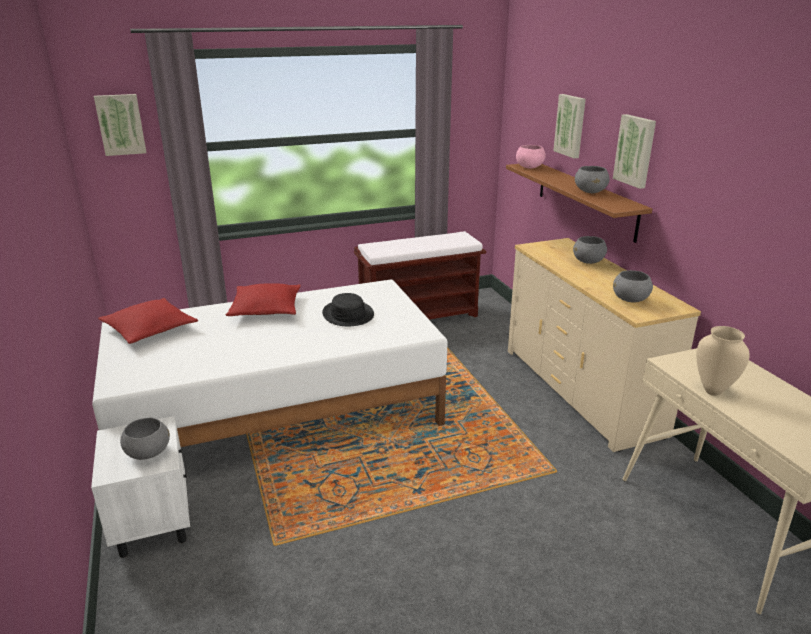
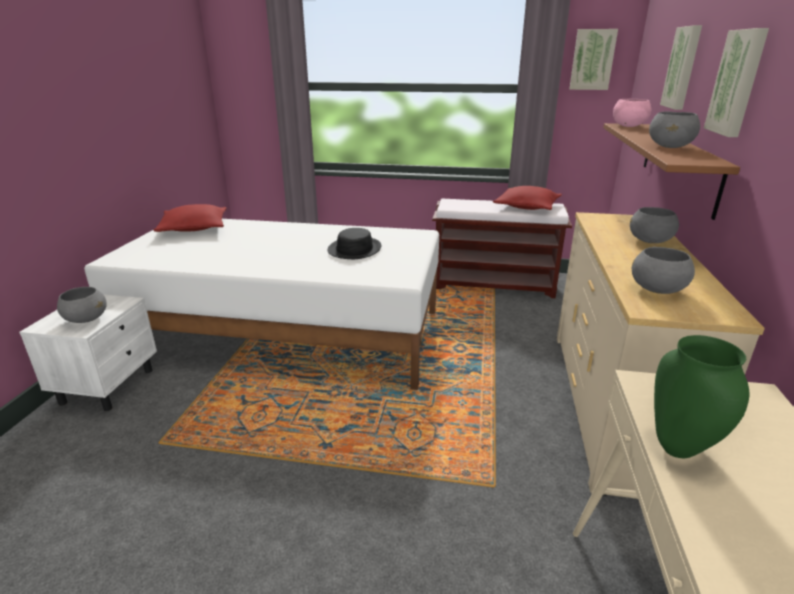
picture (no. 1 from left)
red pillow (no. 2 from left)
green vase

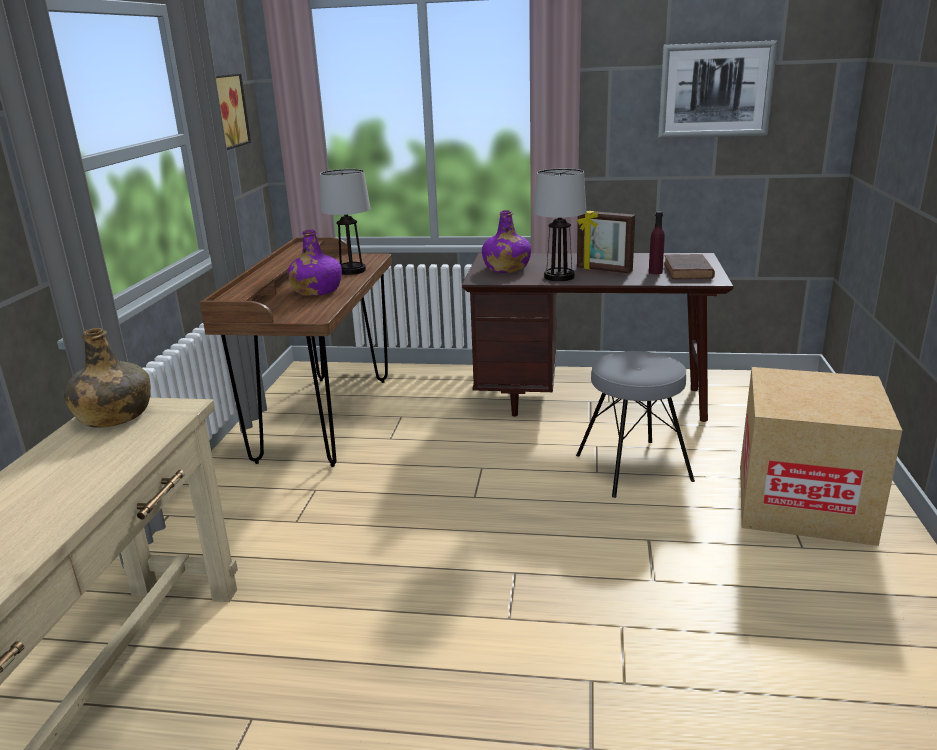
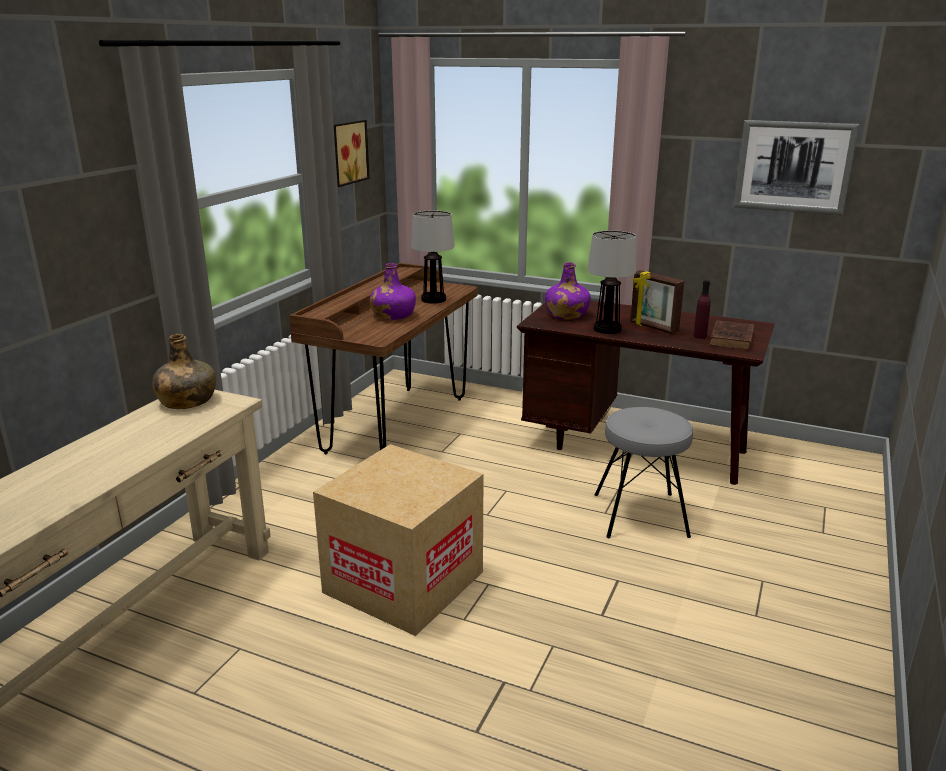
cardboard box

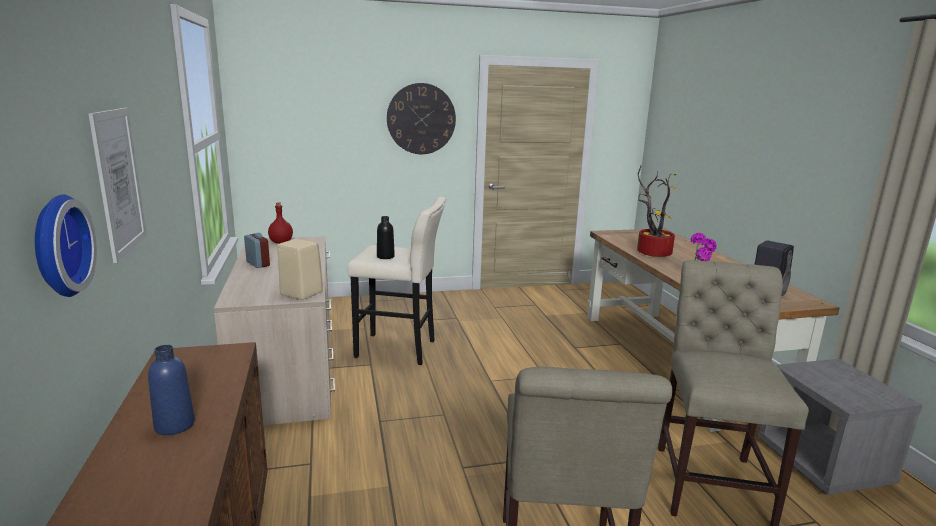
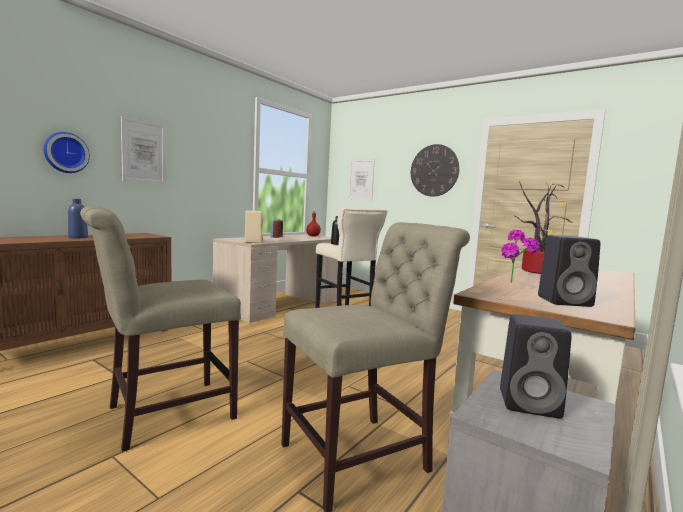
picture (no. 2 from left)
black speaker (no. 1 from left)

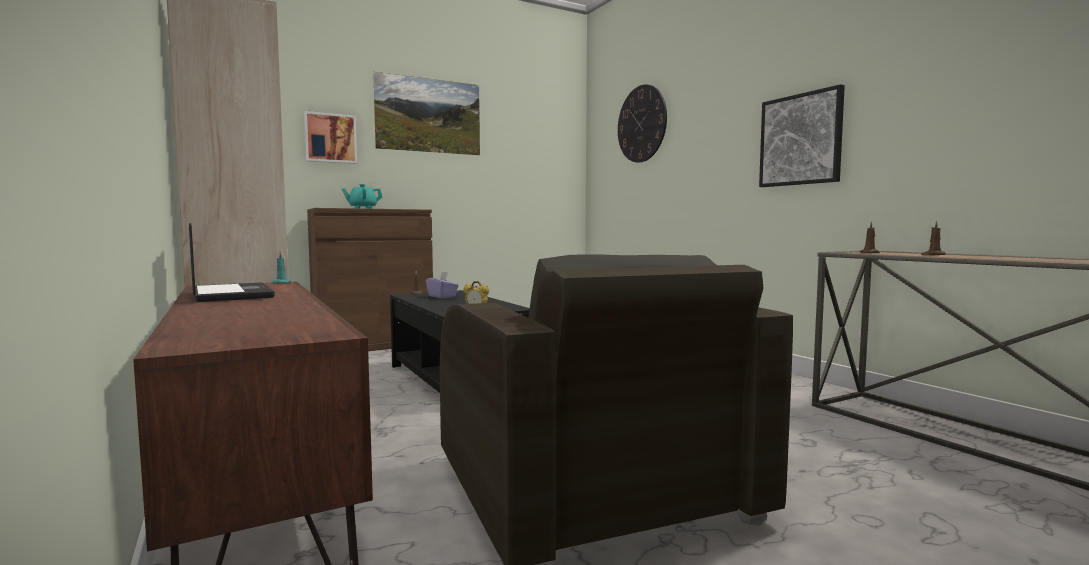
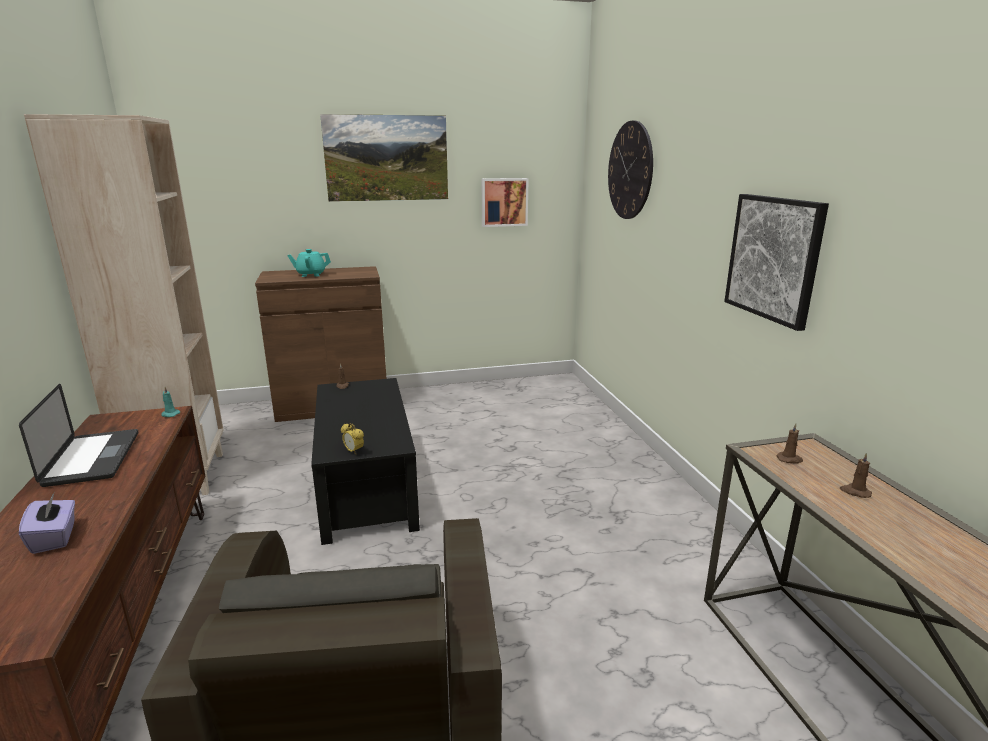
picture (no. 2 from left)
purple tissue box

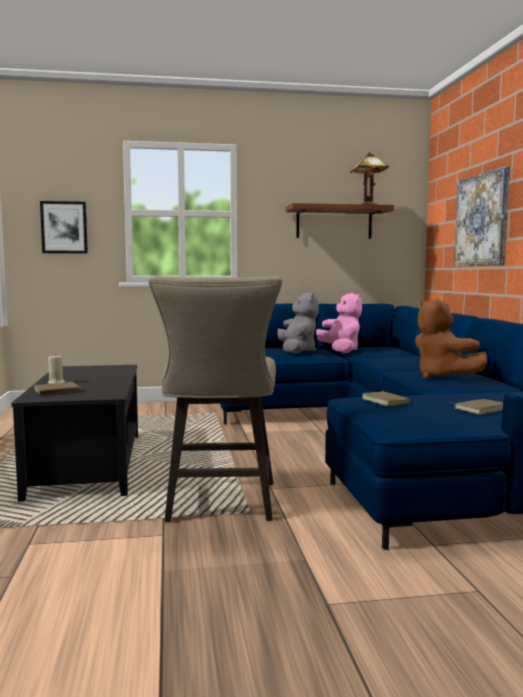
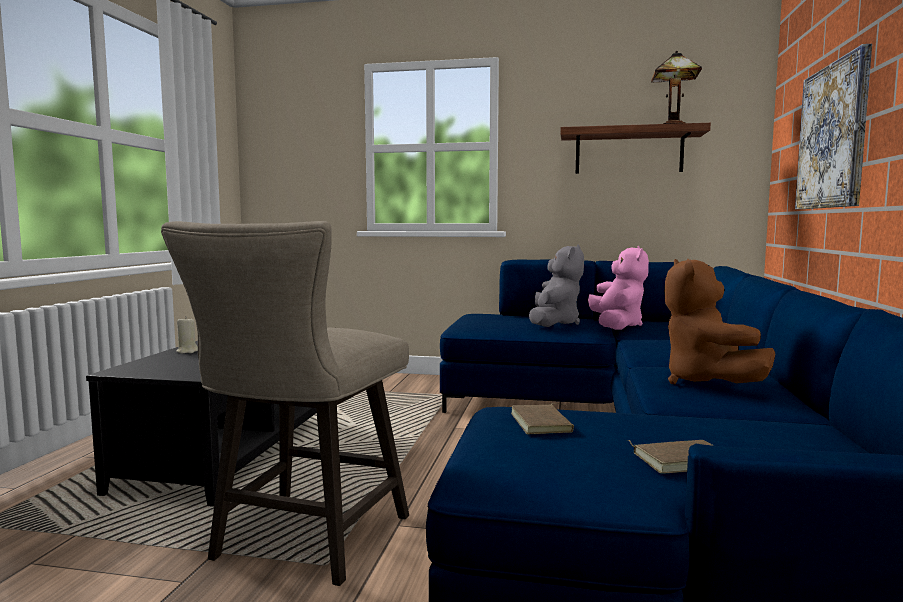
picture (no. 1 from left in the first image)
brown book (no. 1 from left in the first image)

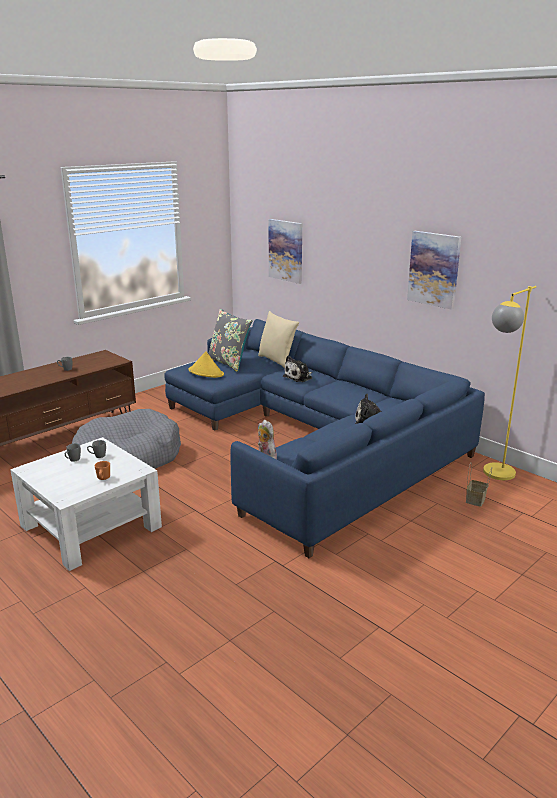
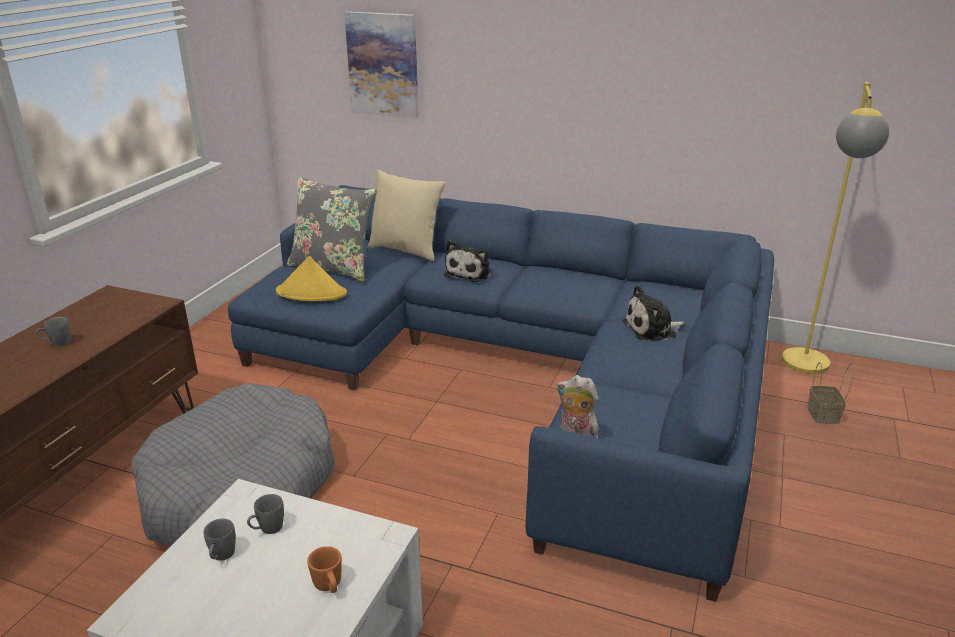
picture (no. 2 from left in the first image)

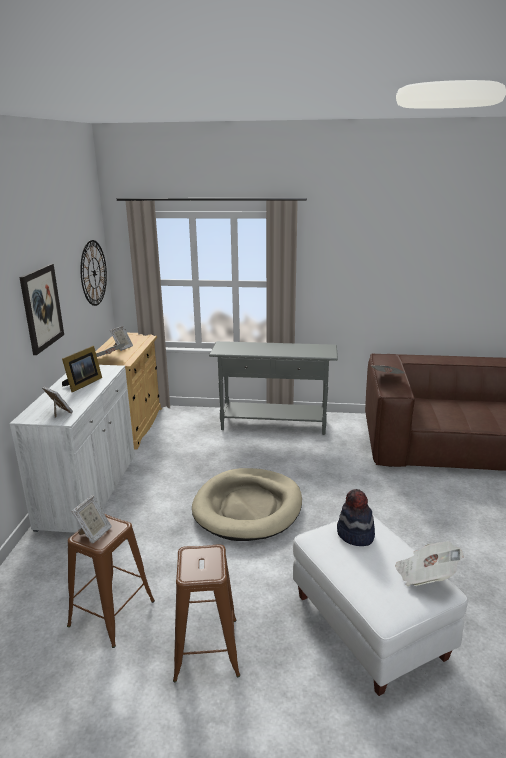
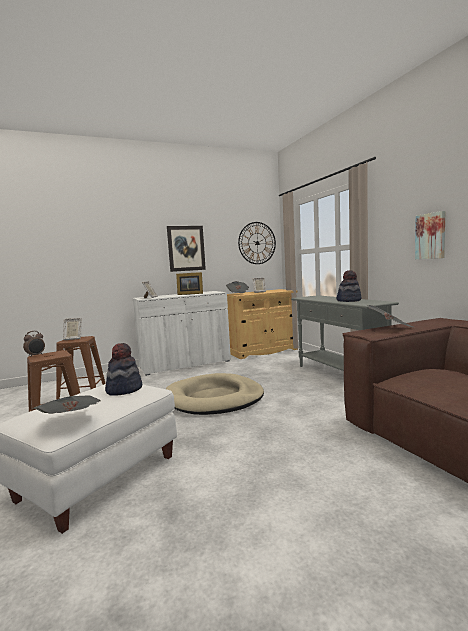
picture (no. 2 from left)
hat (no. 2 from left)
alarm clock

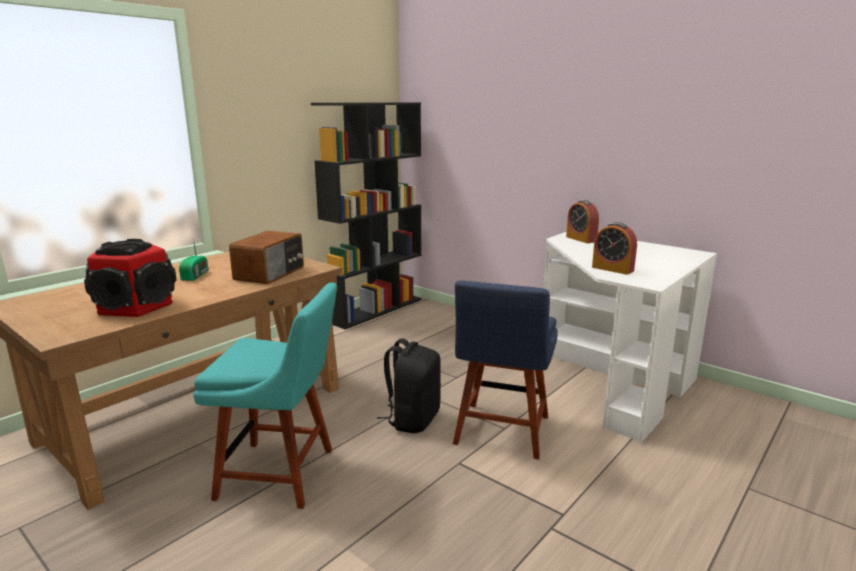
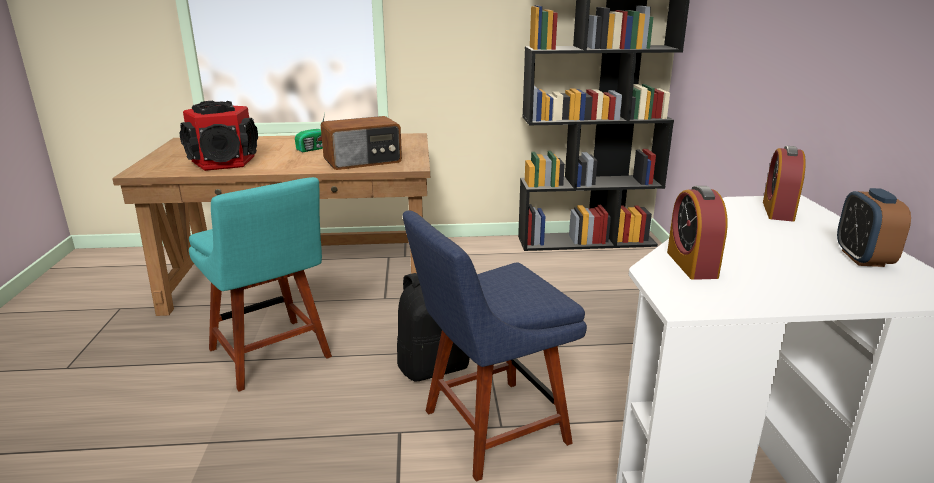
alarm clock (no. 3 from left)

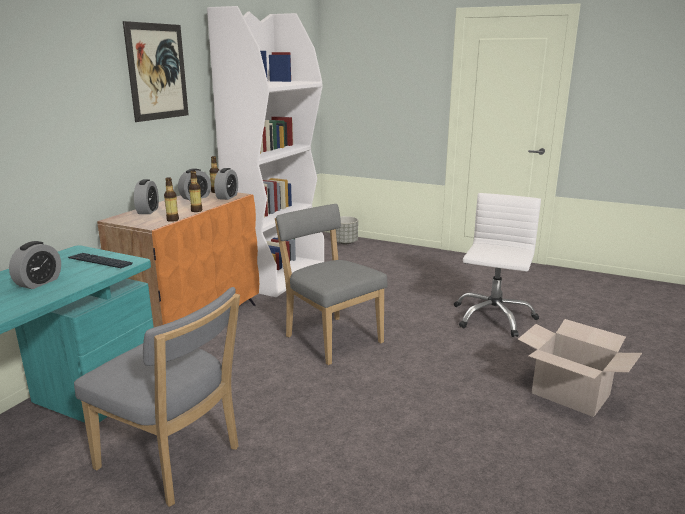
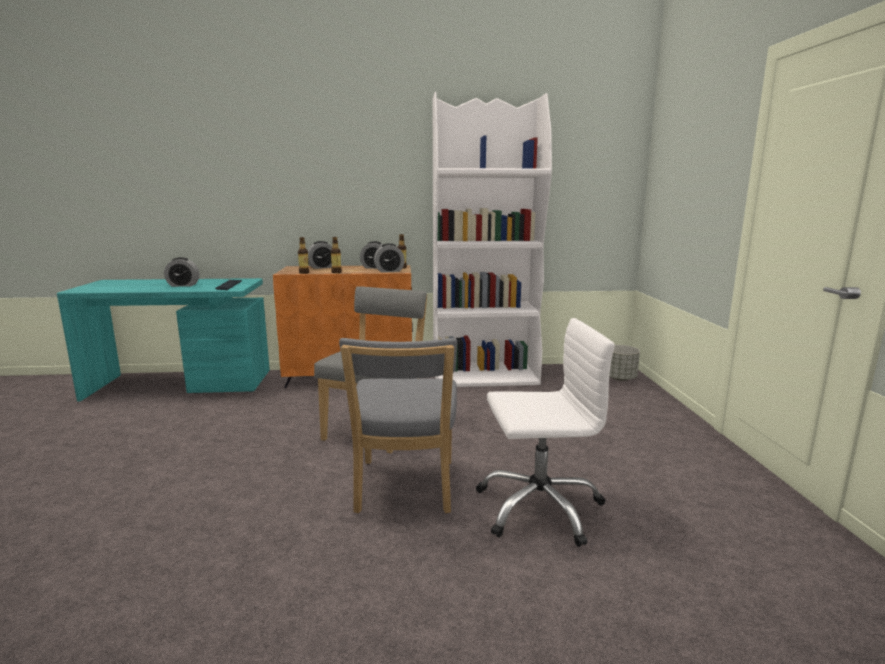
picture
grey chair (no. 2 from left)
cardboard box

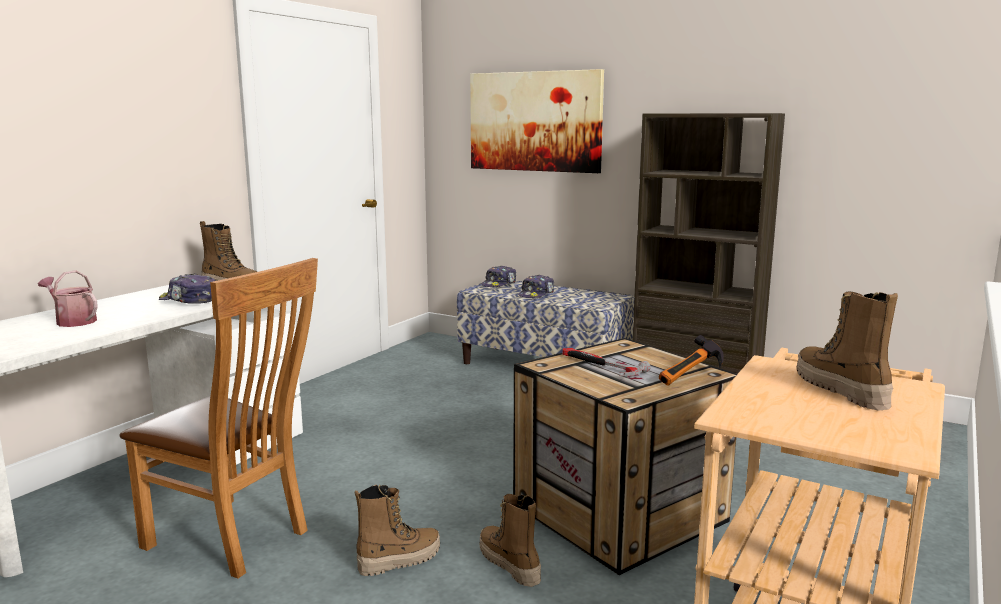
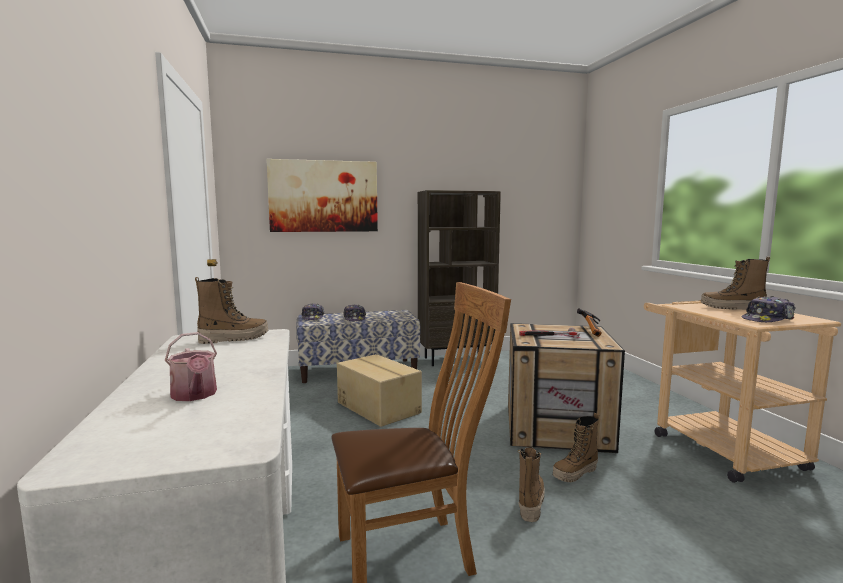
watering can
cap (no. 3 from left)
boot (no. 3 from left)
cardboard box

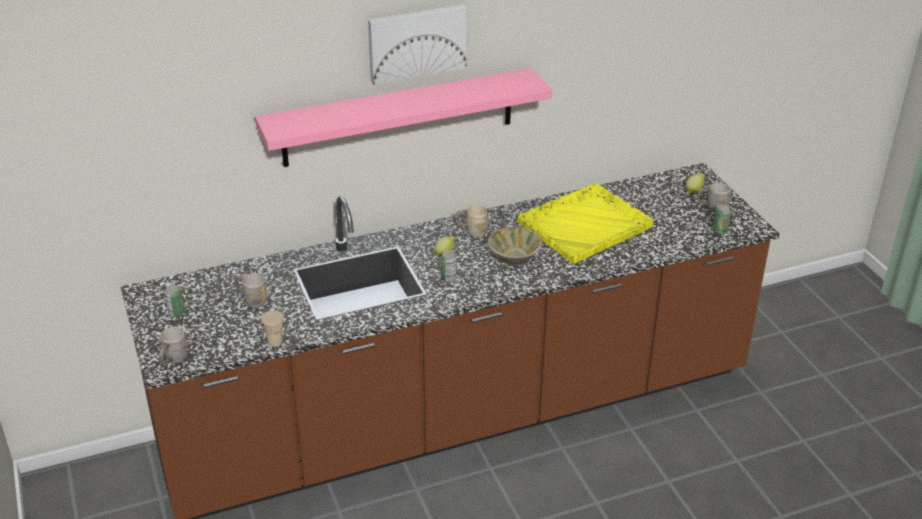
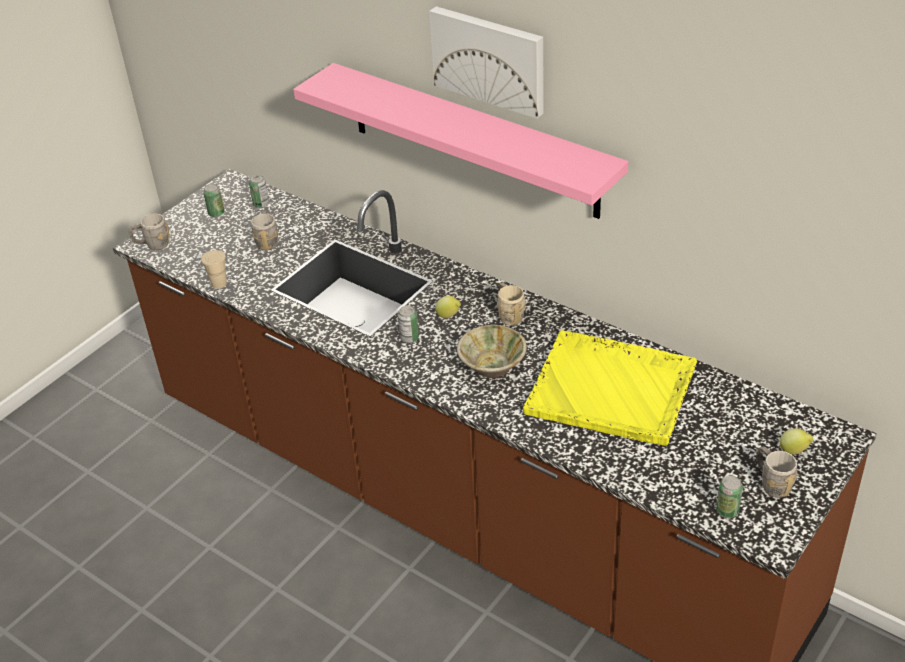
can (no. 2 from left)

